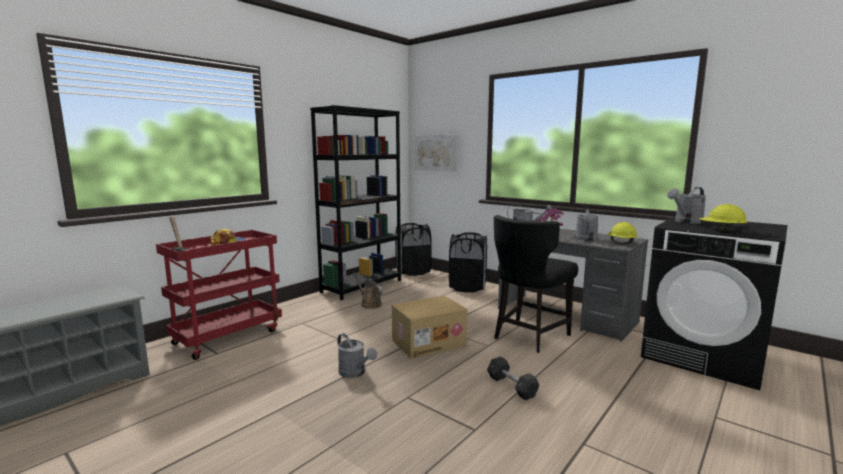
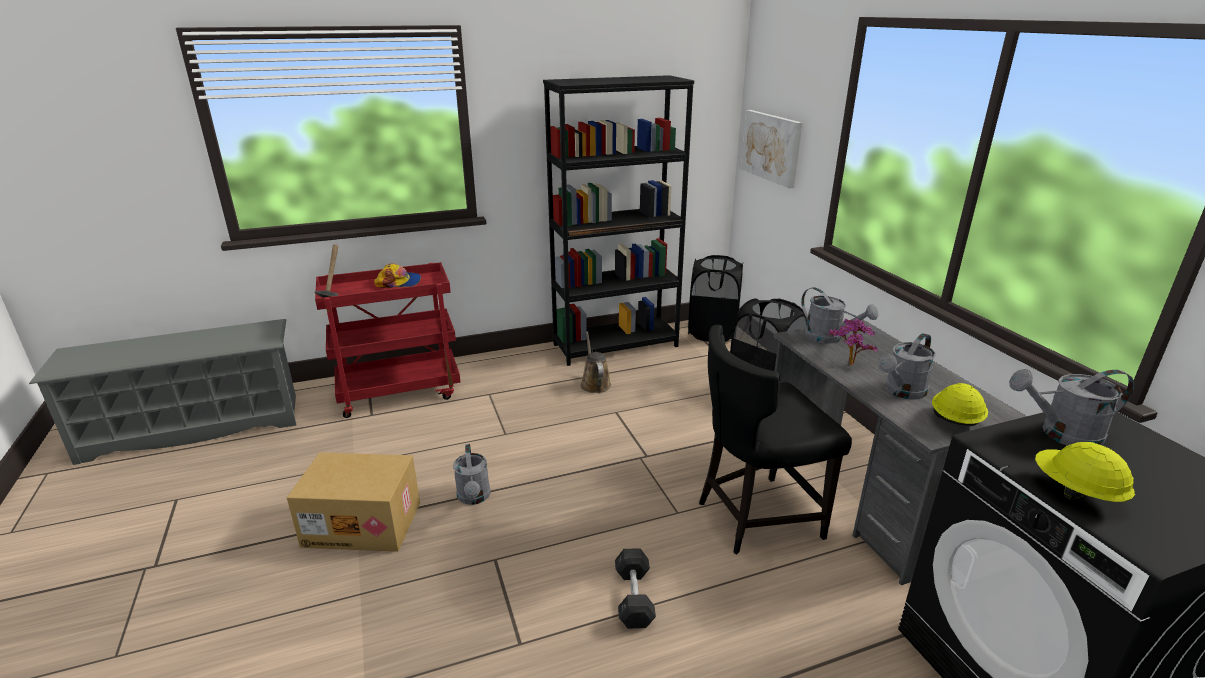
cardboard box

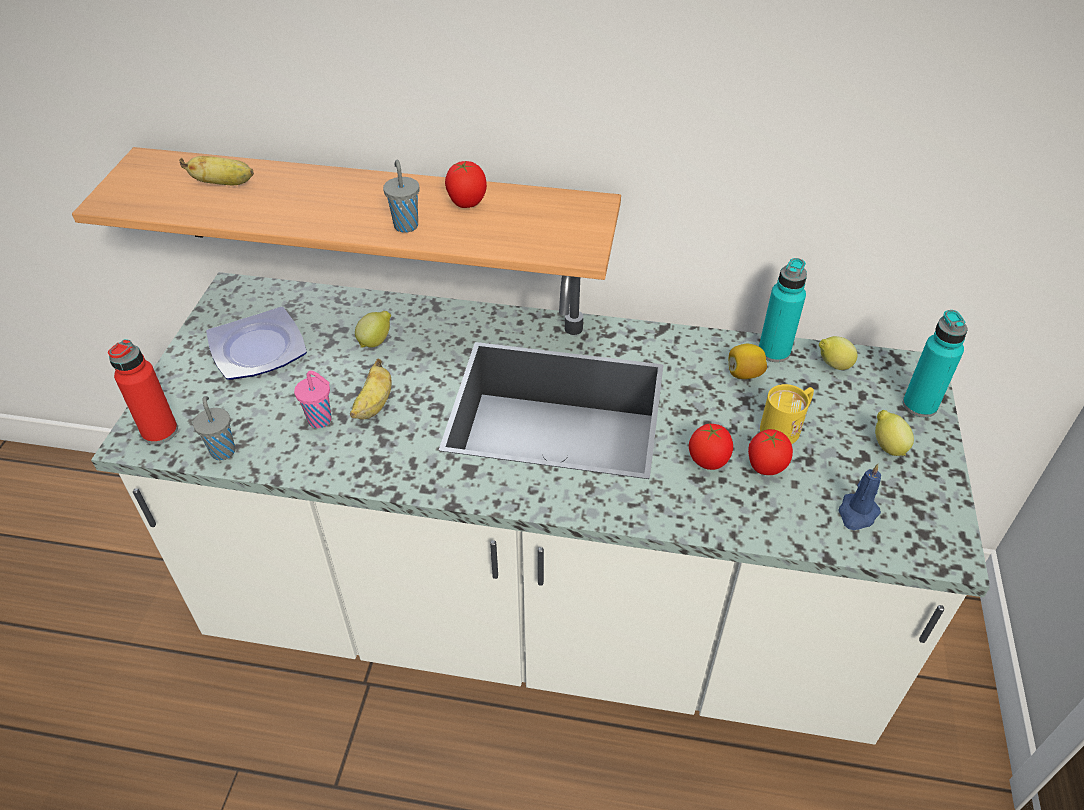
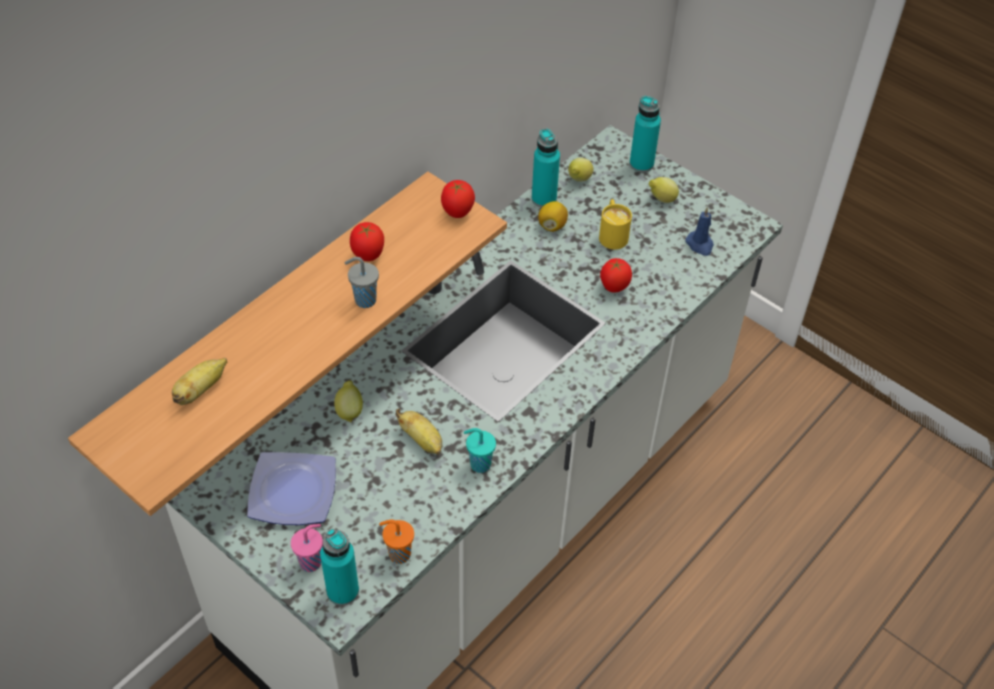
turquoise bottle (no. 1 from left)
pink cup
orange cup
tomato (no. 2 from left)
turquoise cup

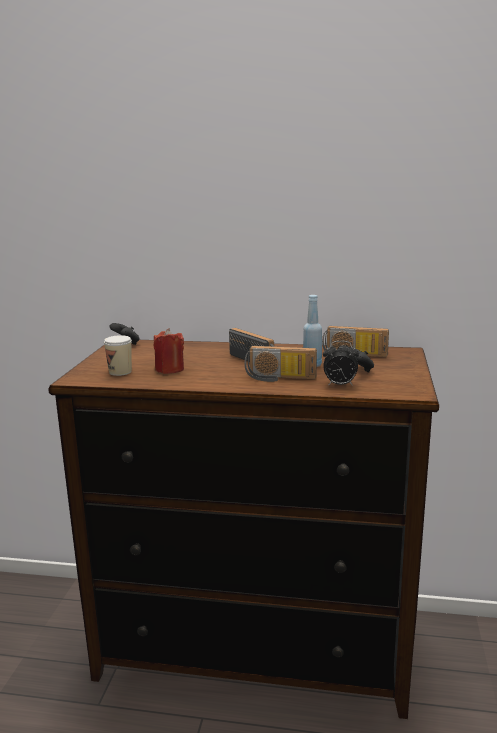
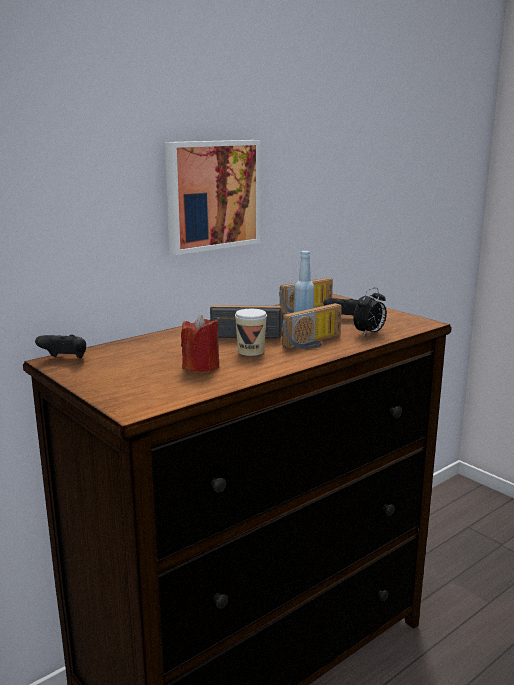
cup
picture

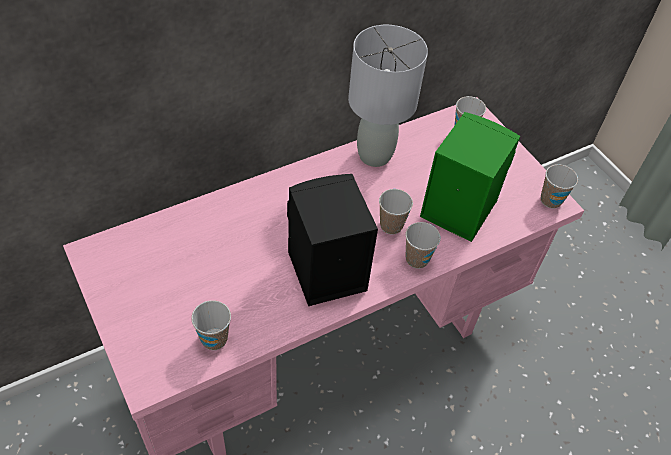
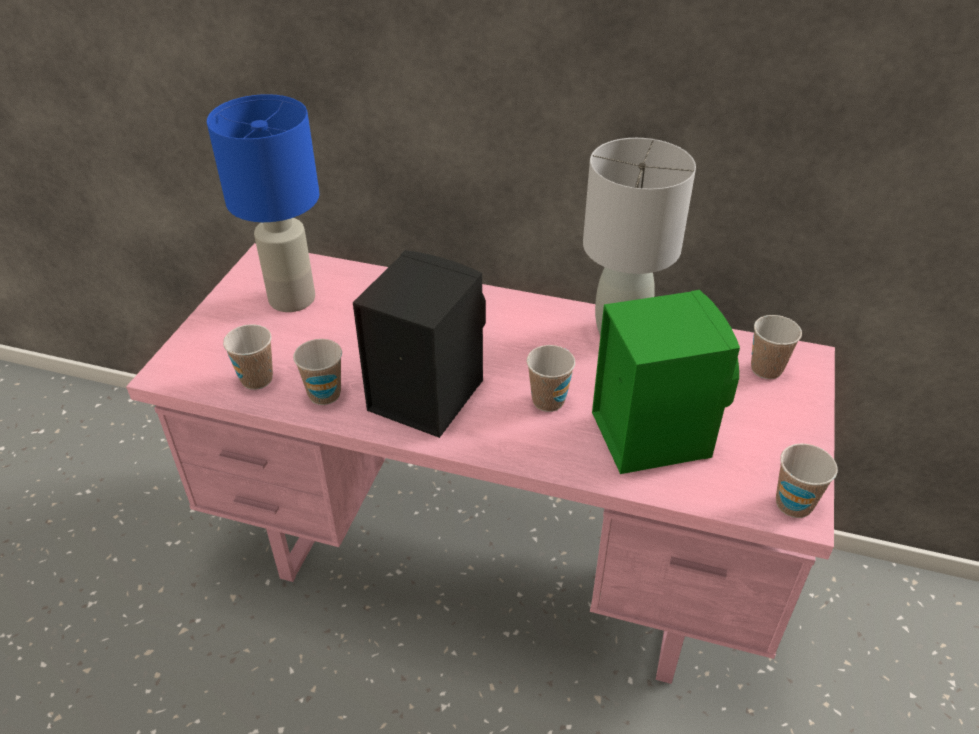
cup (no. 2 from left)
blue table lamp

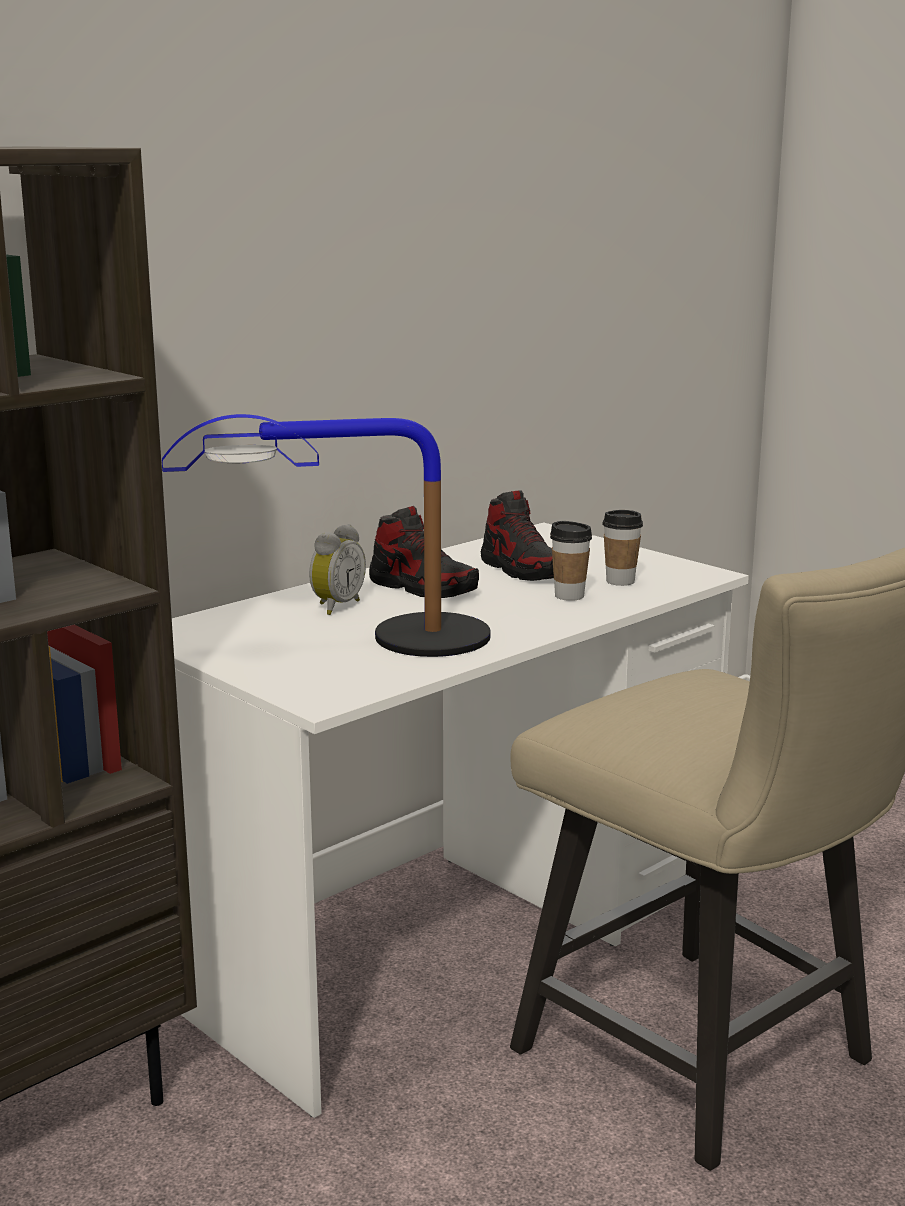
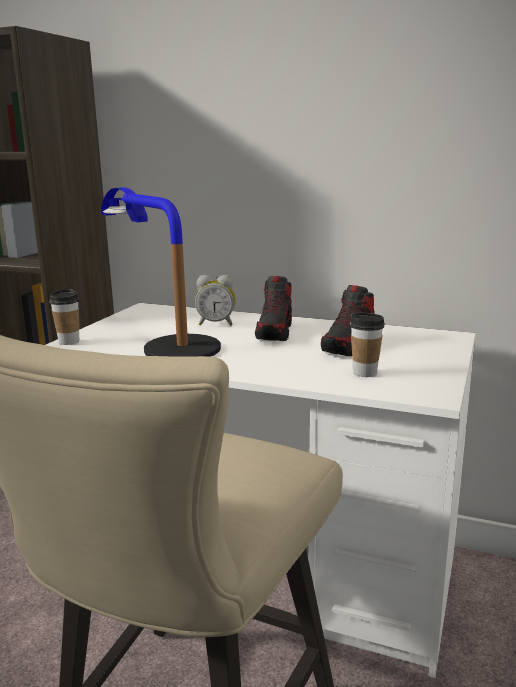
cup (no. 1 from left)

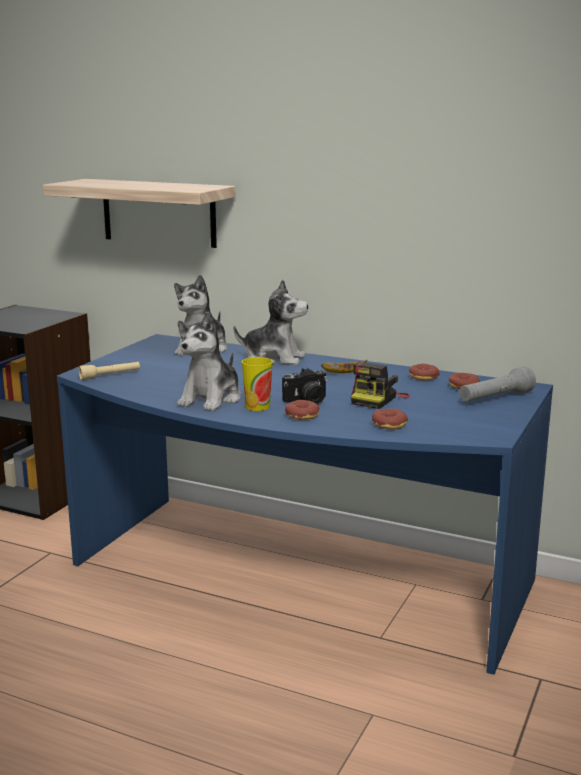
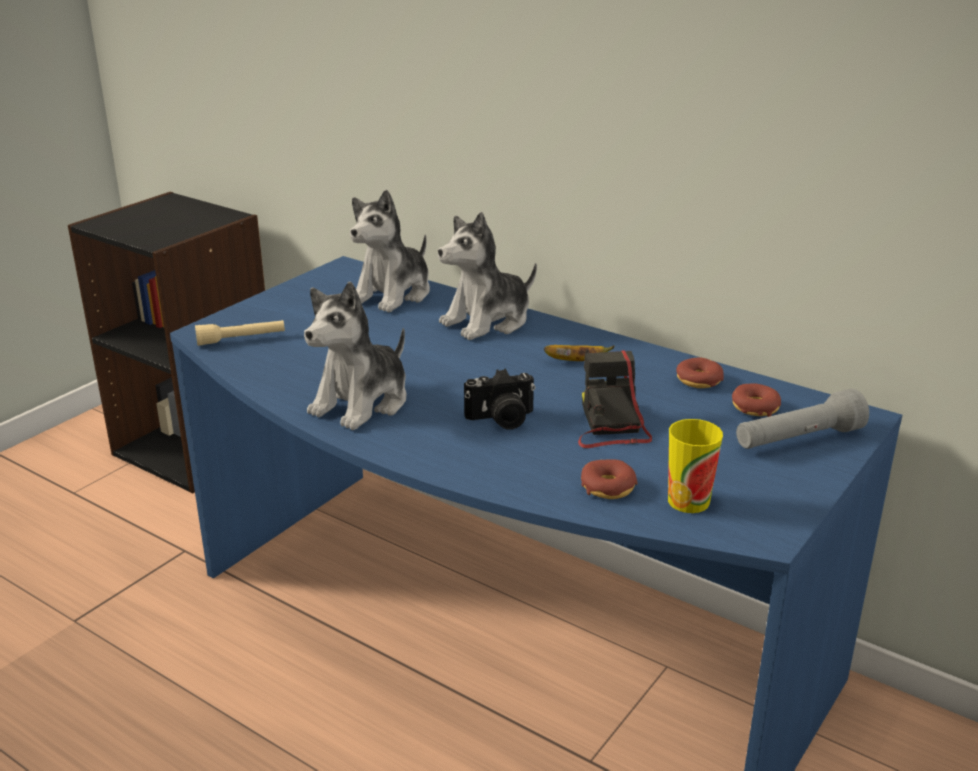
shelf
plush toy (no. 3 from left)
cup
photo camera (no. 2 from left)
donut (no. 1 from left in the first image)

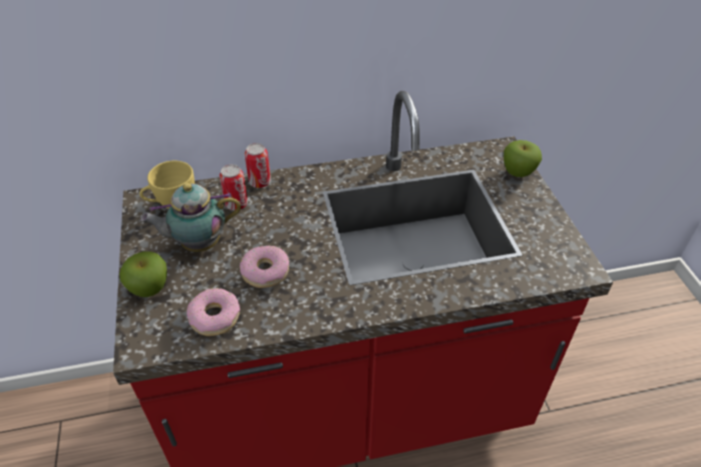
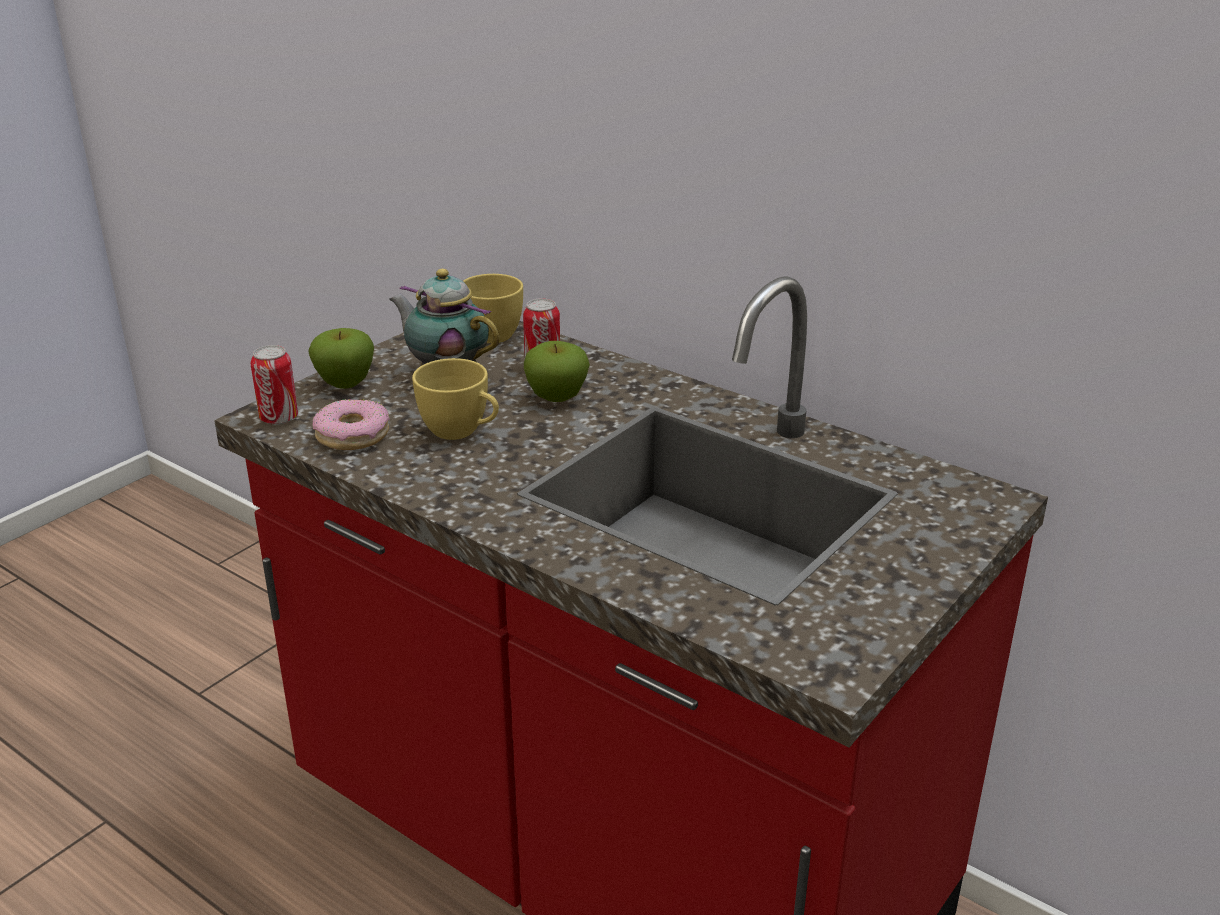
apple (no. 2 from left)
can (no. 1 from left)
yellow cup (no. 1 from left)

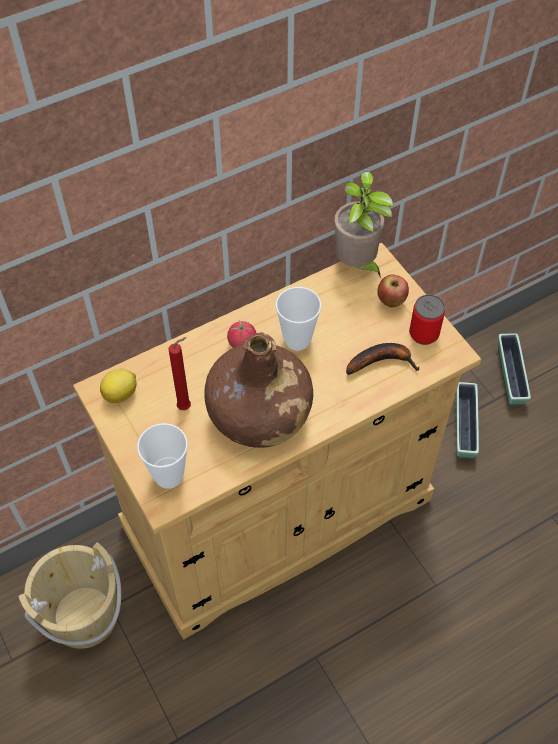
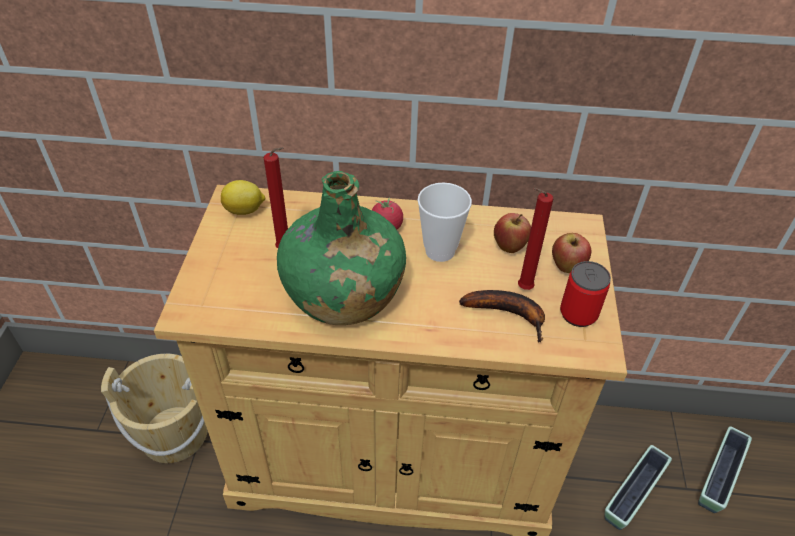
potted plant
green bottle
cup (no. 1 from left in the first image)
red candle (no. 2 from left)
apple (no. 1 from left)

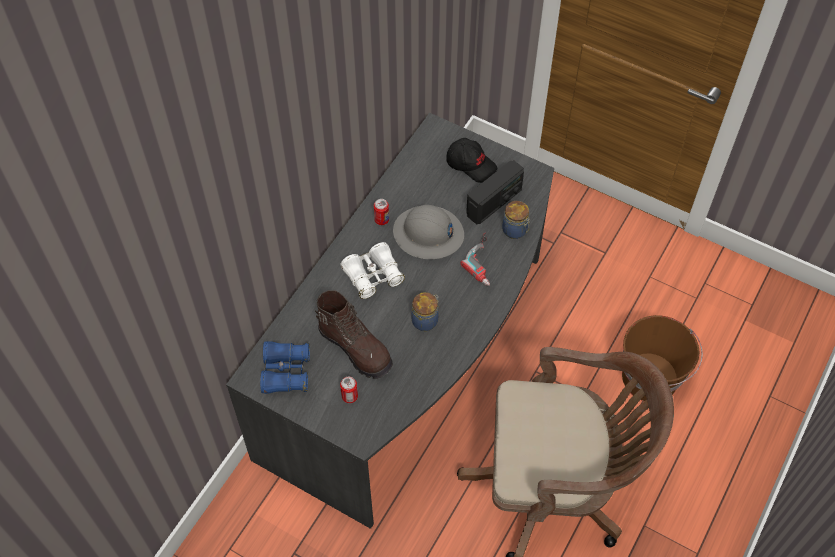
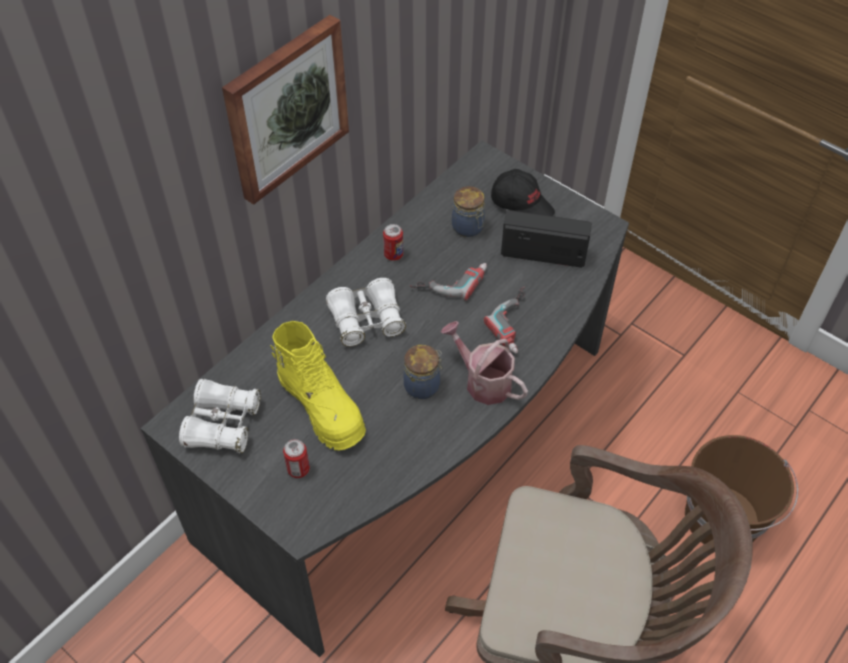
radio
jar (no. 2 from left)
power drill (no. 1 from left)
yellow boot
white binoculars (no. 1 from left)
picture
watering can

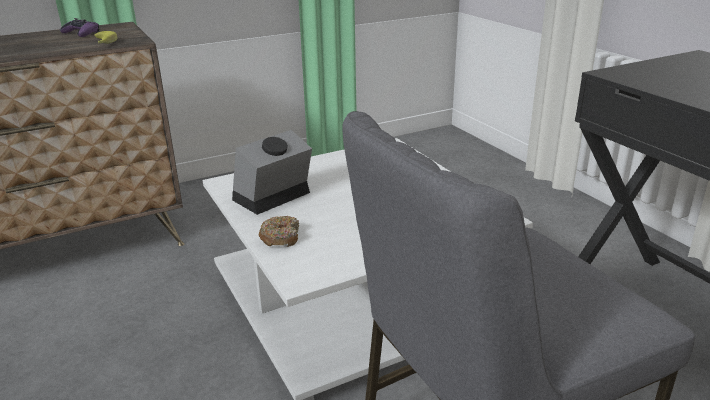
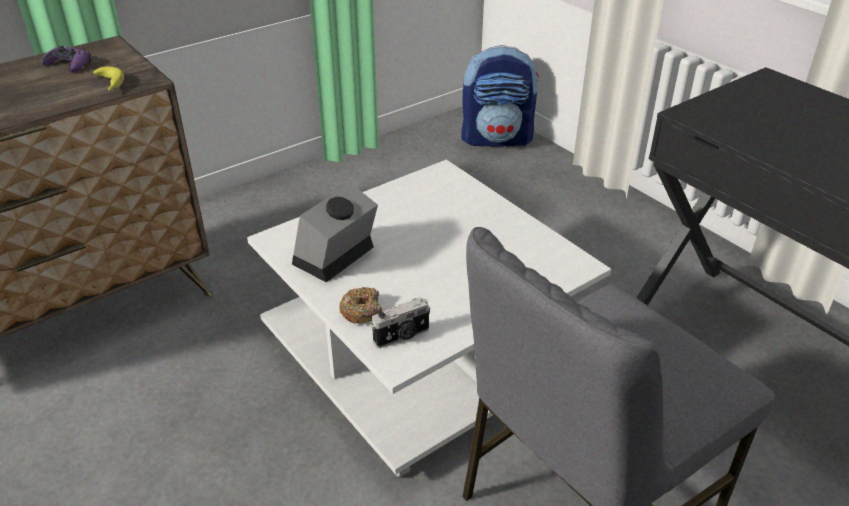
backpack
photo camera

